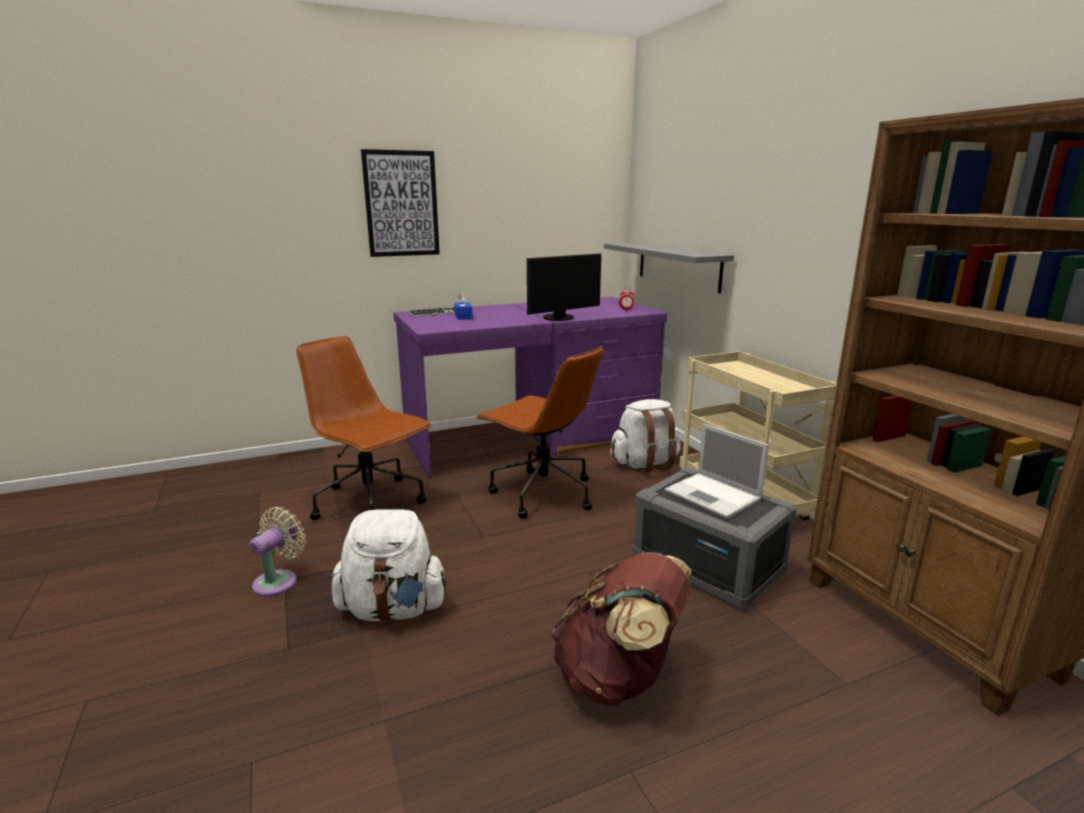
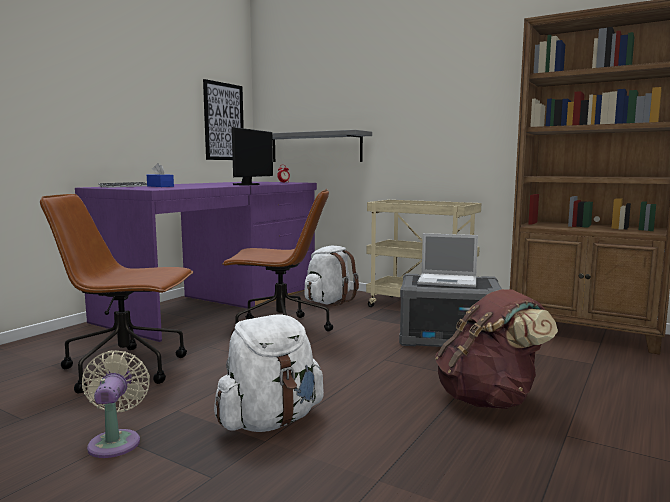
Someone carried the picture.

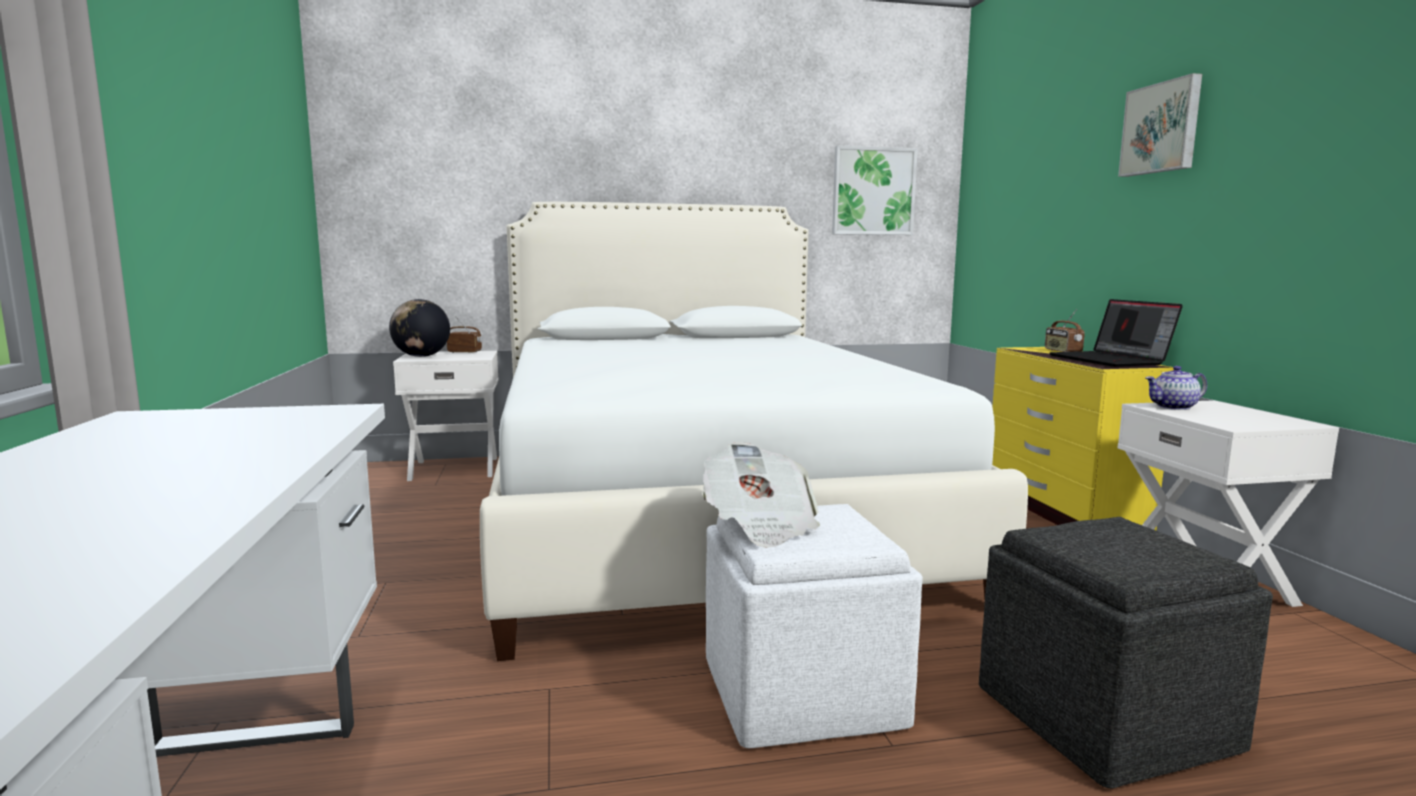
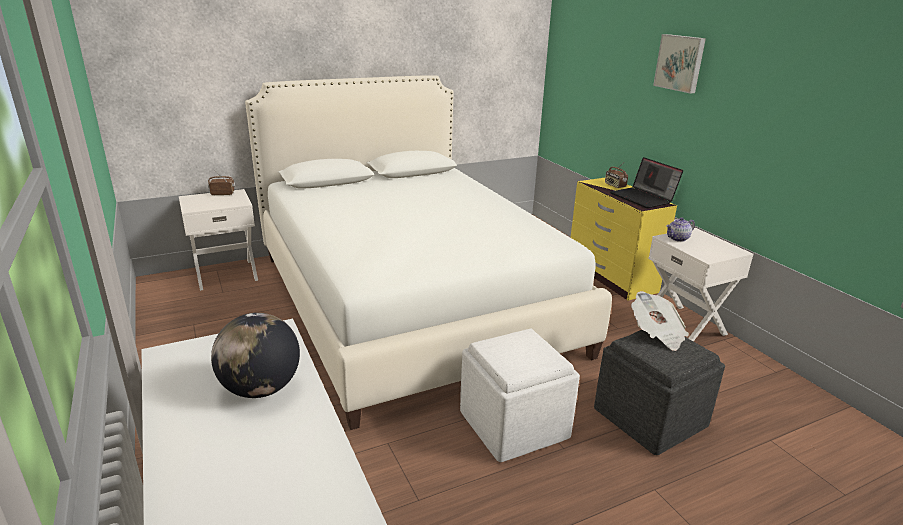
Someone carried the globe. Someone carried the newspaper. Someone took away the picture (no. 1 from left).

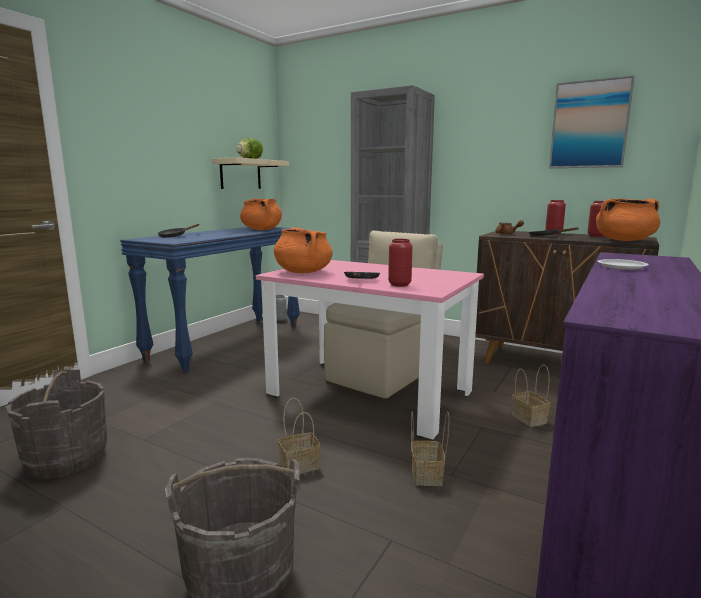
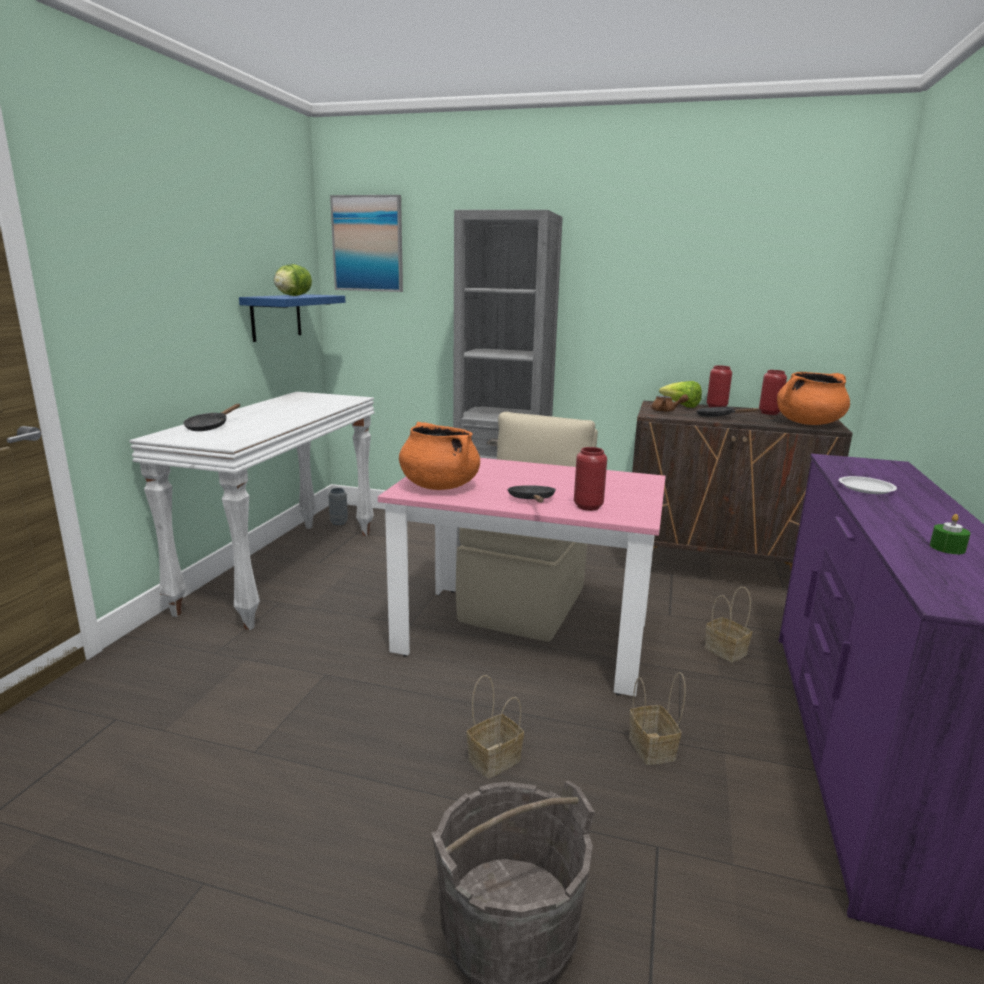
Someone took away the grey_bucket (no. 1 from left). Someone repainted the blue_console_table, which became the white_console_table. Someone repainted the beige_shelf, which became the blue_shelf. Someone took away the orange_cooking_pot (no. 1 from left). Someone carried the picture. Someone put down the lettuce (no. 2 from left). Someone put down the green_candle.

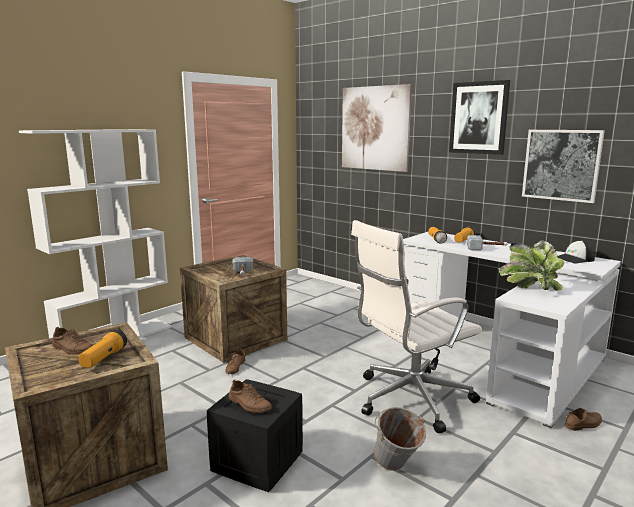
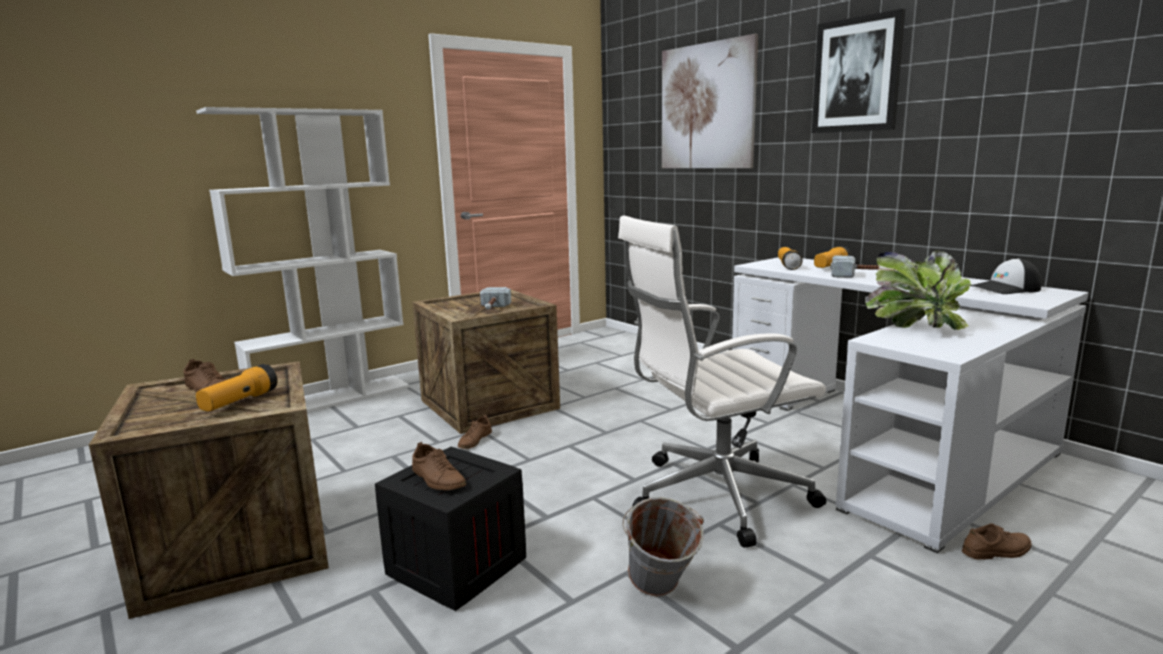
Someone took away the picture (no. 3 from left).

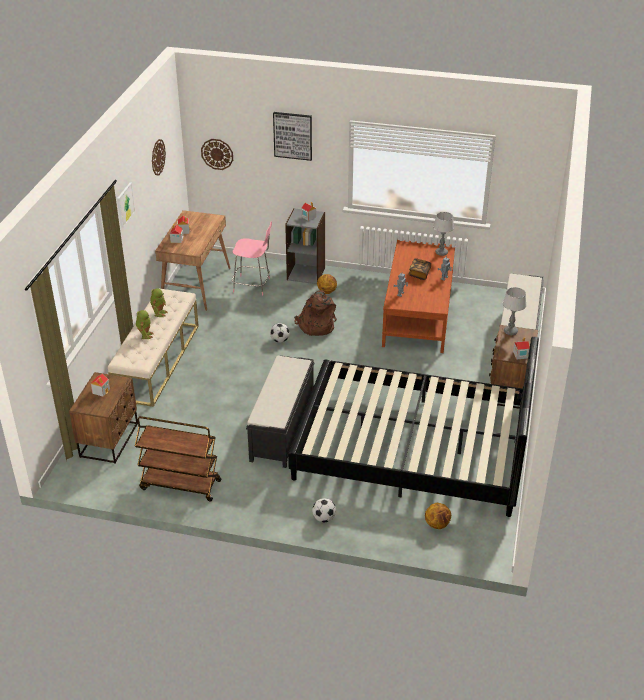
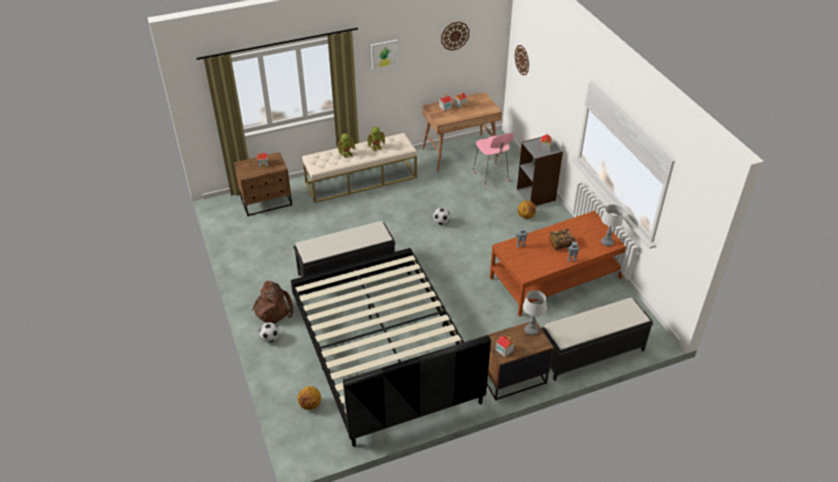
Someone took away the brown_cart. Someone took away the picture (no. 2 from left). Someone carried the brown_backpack.

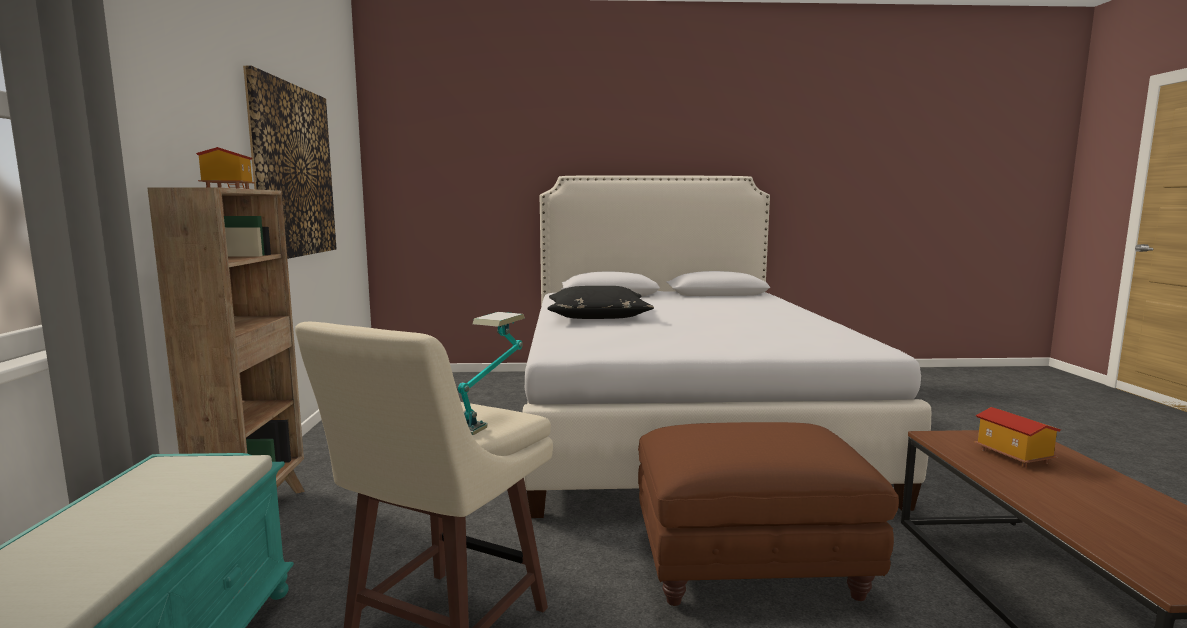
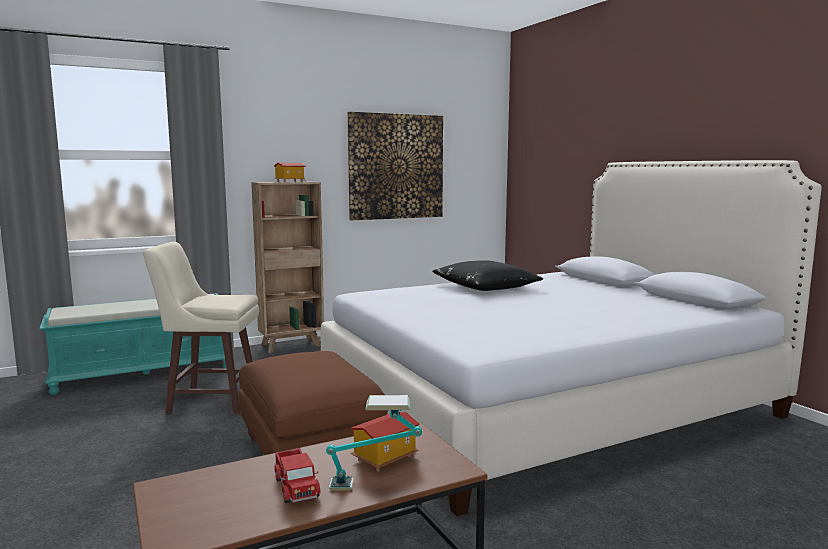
Someone carried the table_lamp. Someone put down the toy_truck.

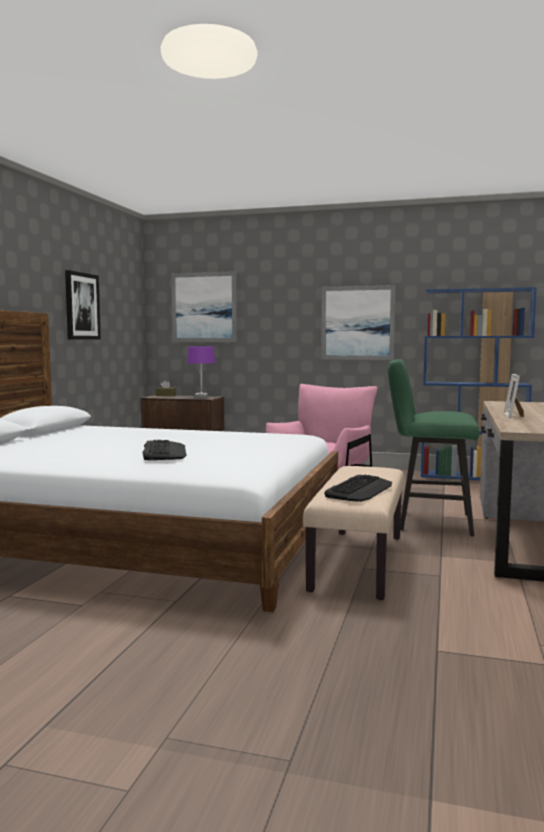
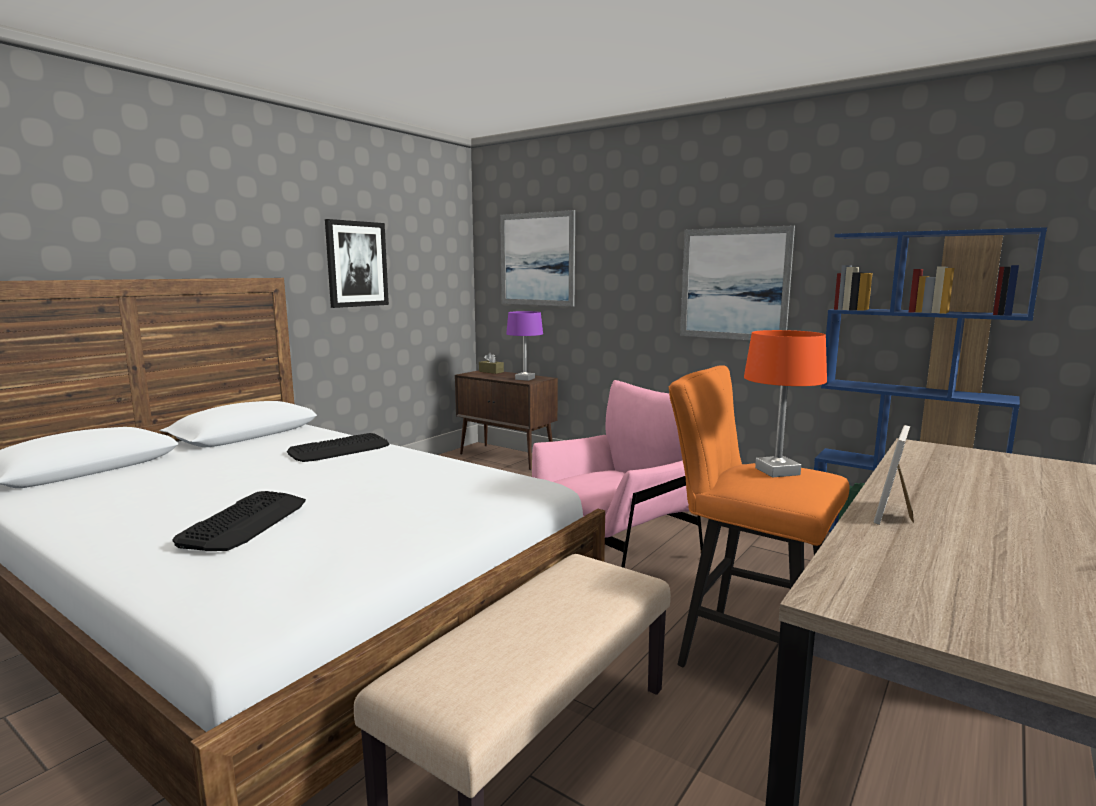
Someone carried the keyboard (no. 2 from left). Someone repainted the green_stool, which became the orange_stool. Someone put down the orange_table_lamp.

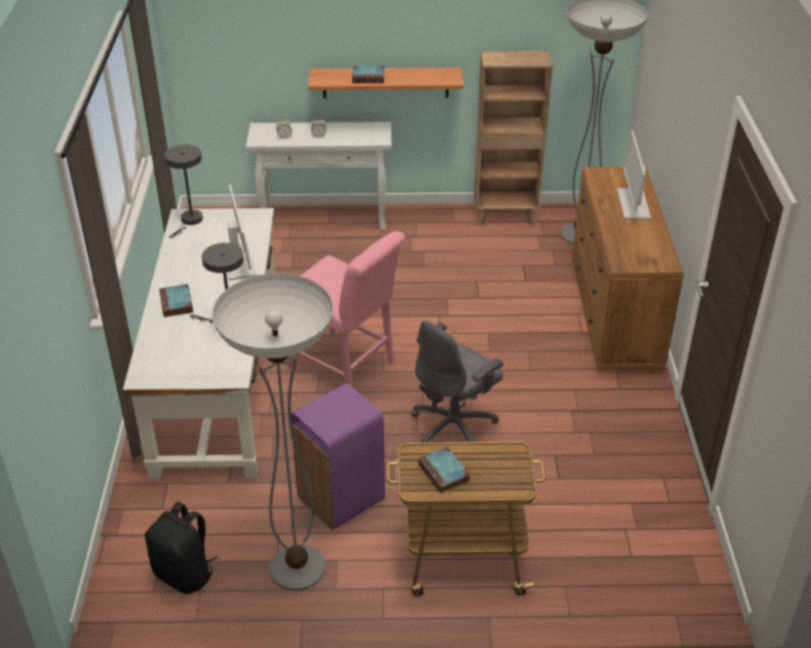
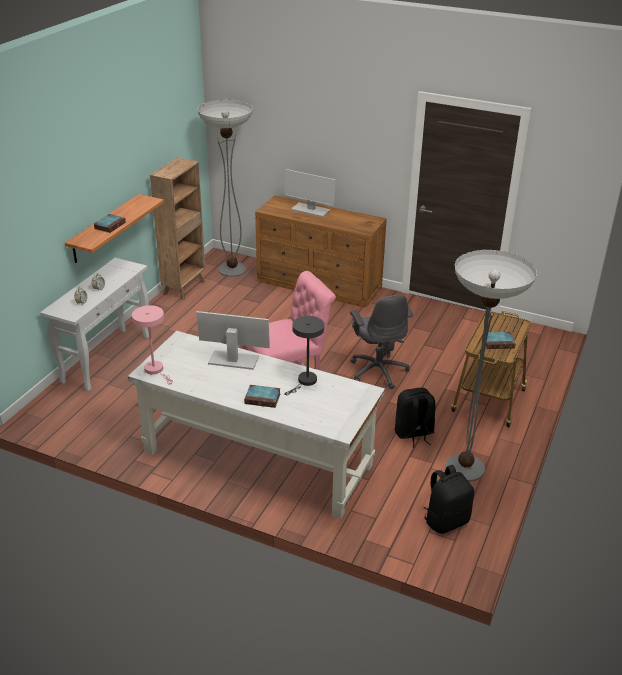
Someone repainted the grey_table_lamp (no. 1 from left), which became the pink_table_lamp. Someone swapped the purple_trash_can for the black_backpack (no. 1 from left).

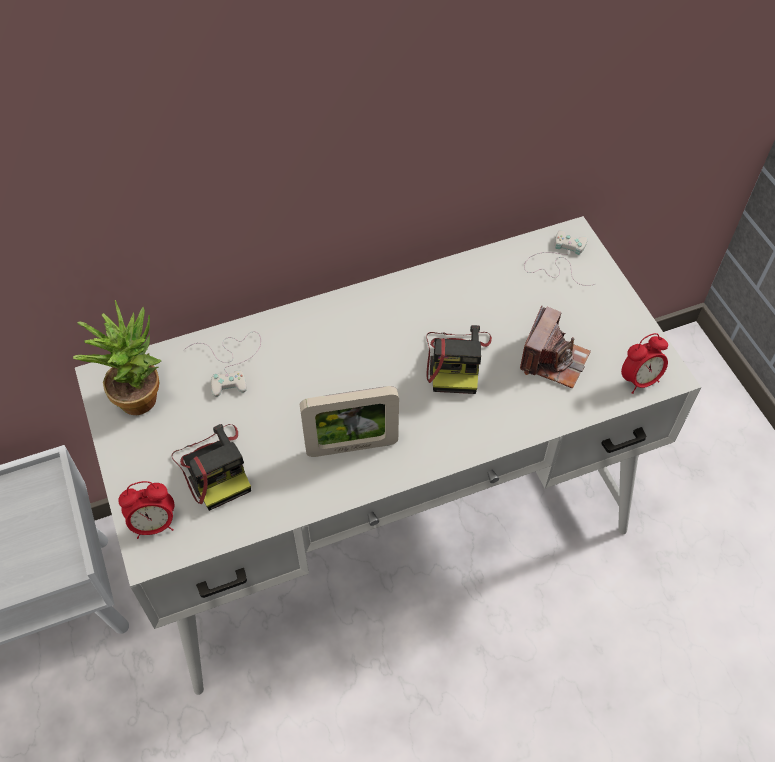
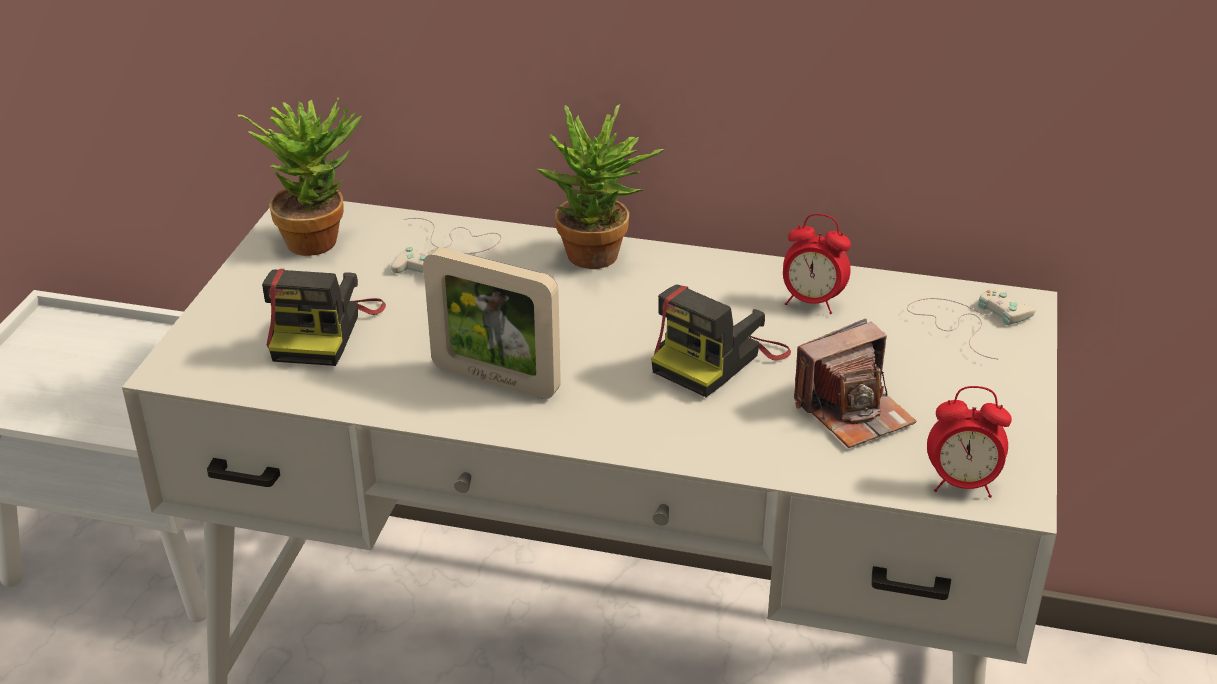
Someone carried the alarm_clock (no. 1 from left). Someone put down the potted_plant (no. 2 from left).

